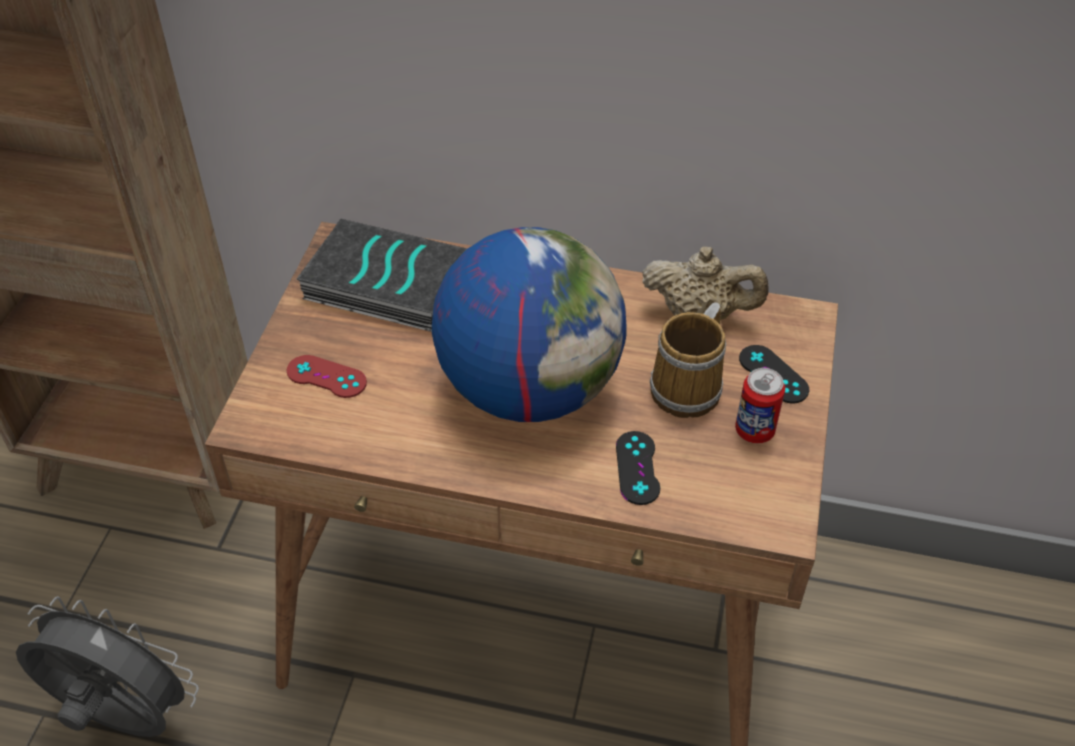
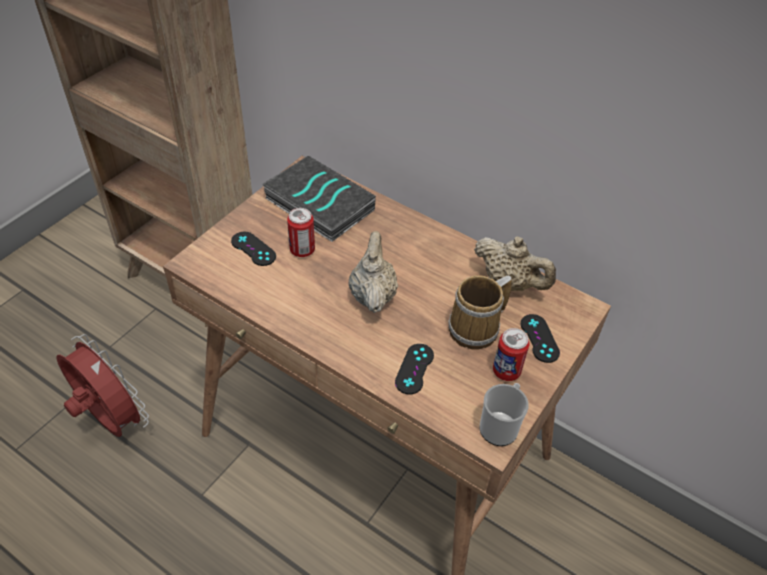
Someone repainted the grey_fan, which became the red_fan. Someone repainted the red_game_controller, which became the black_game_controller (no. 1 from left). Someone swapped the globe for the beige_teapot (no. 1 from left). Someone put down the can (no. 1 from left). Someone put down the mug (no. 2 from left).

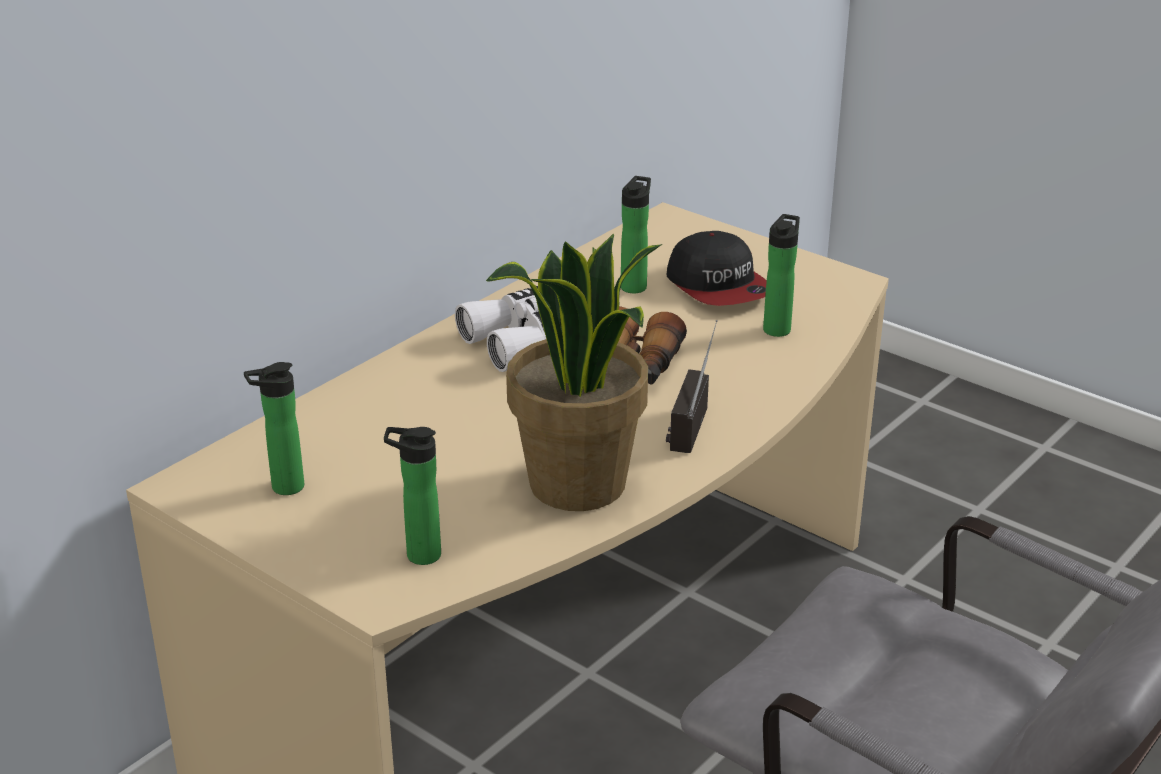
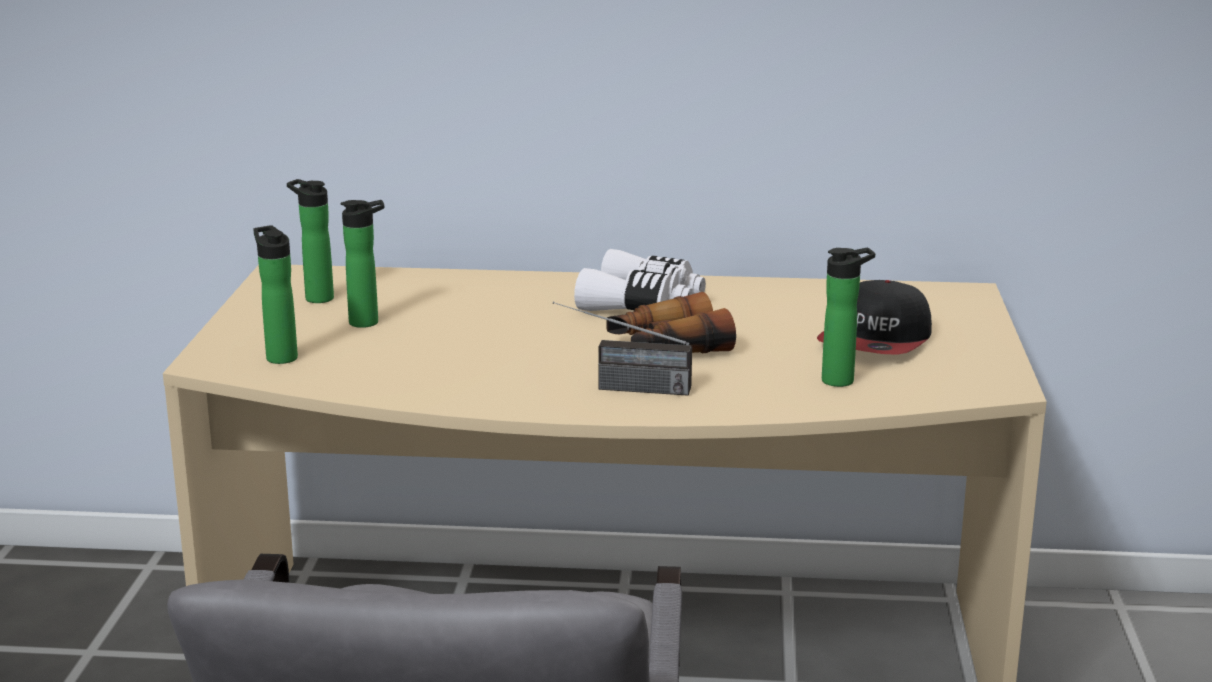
Someone took away the potted_plant. Someone carried the bottle (no. 3 from left). Someone rotated the radio by 150 degrees counterclockwise.

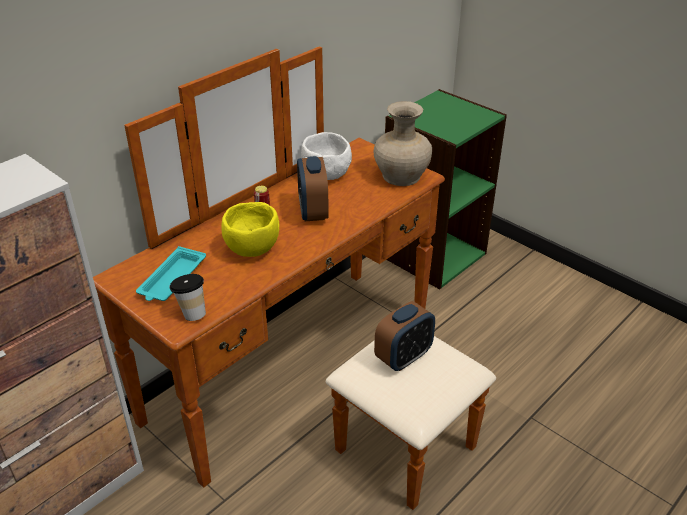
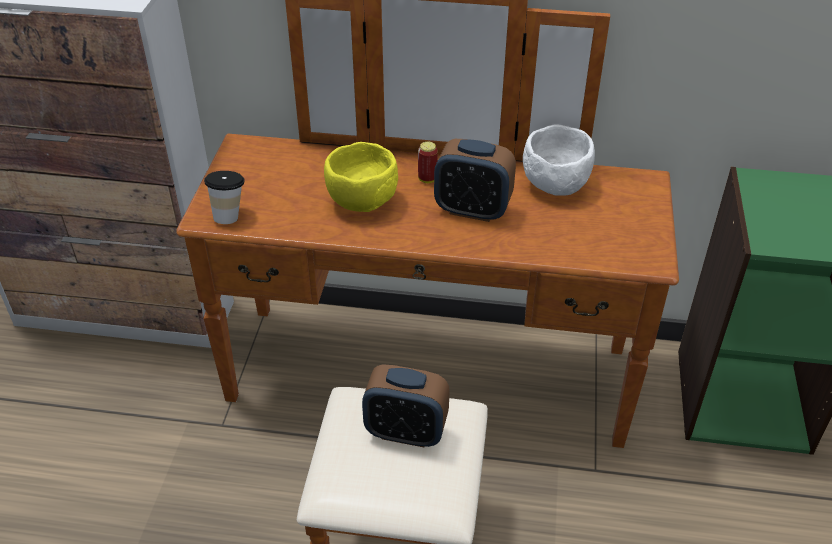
Someone took away the turquoise_tray. Someone rotated the alarm_clock (no. 1 from left in the first image) by 120 degrees counterclockwise. Someone took away the beige_vase.

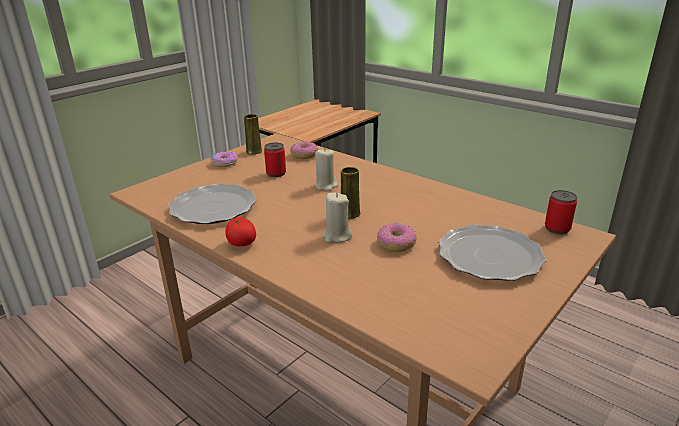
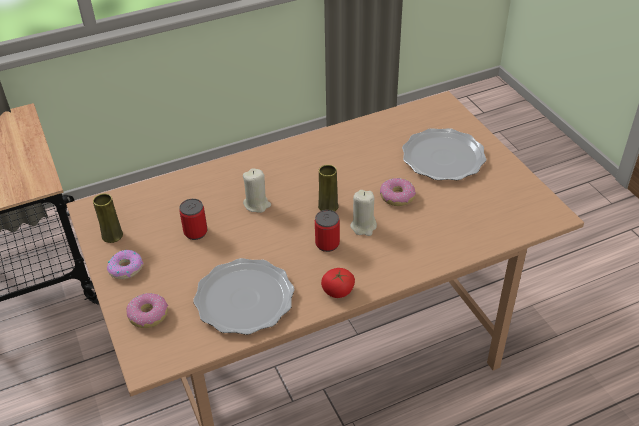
Someone carried the donut (no. 2 from left). Someone carried the can (no. 2 from left).

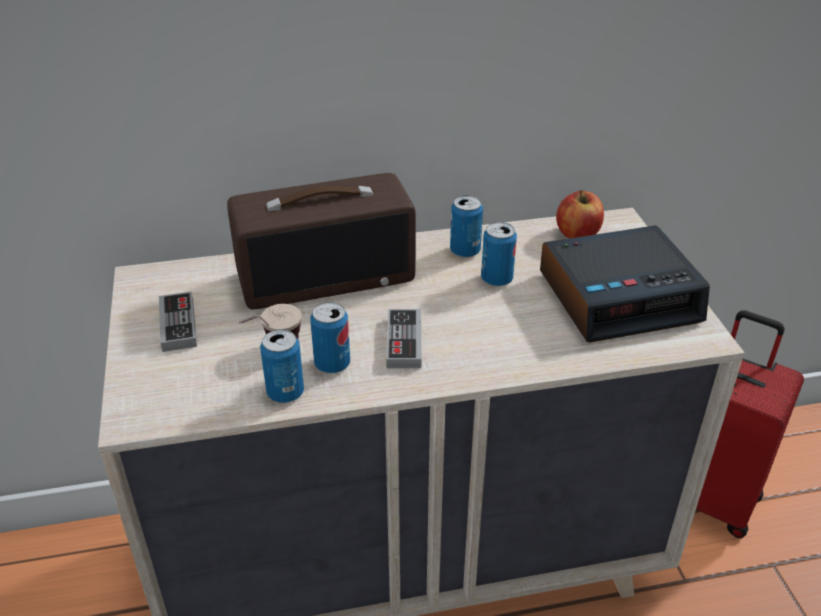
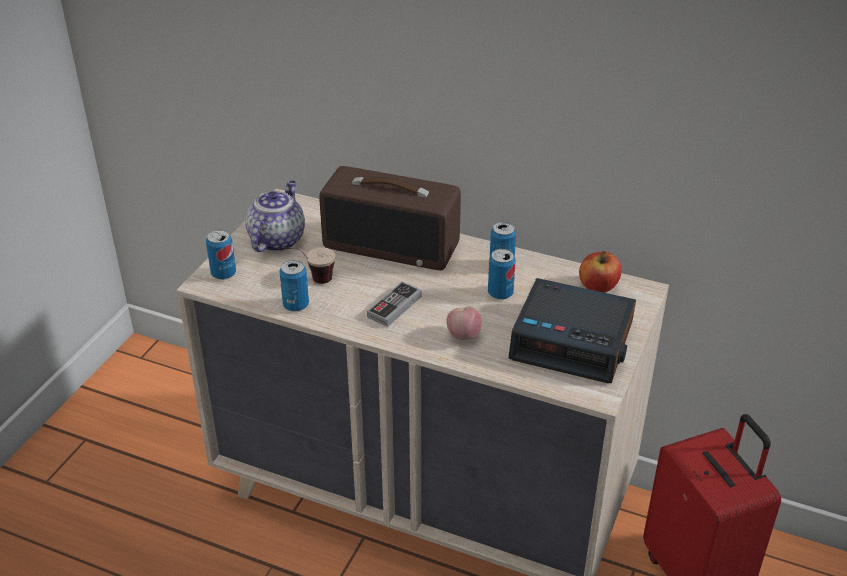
Someone swapped the game_controller (no. 1 from left) for the teapot. Someone carried the can (no. 2 from left in the first image). Someone put down the apple (no. 1 from left).

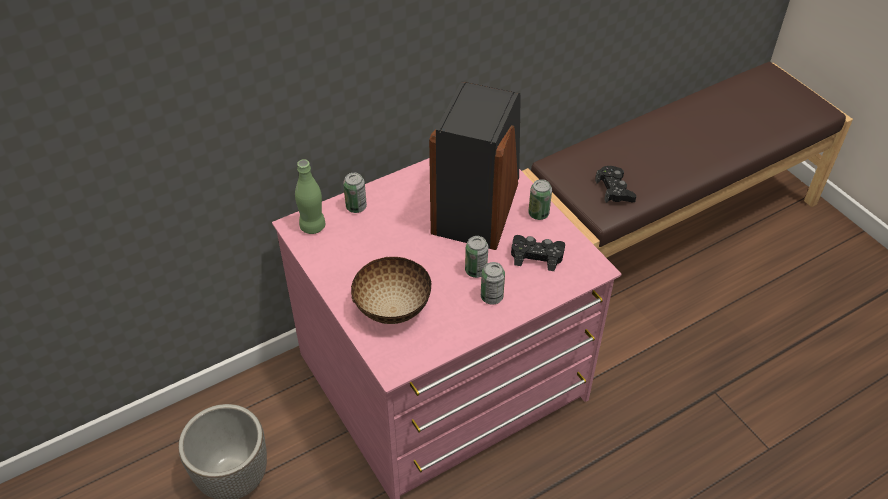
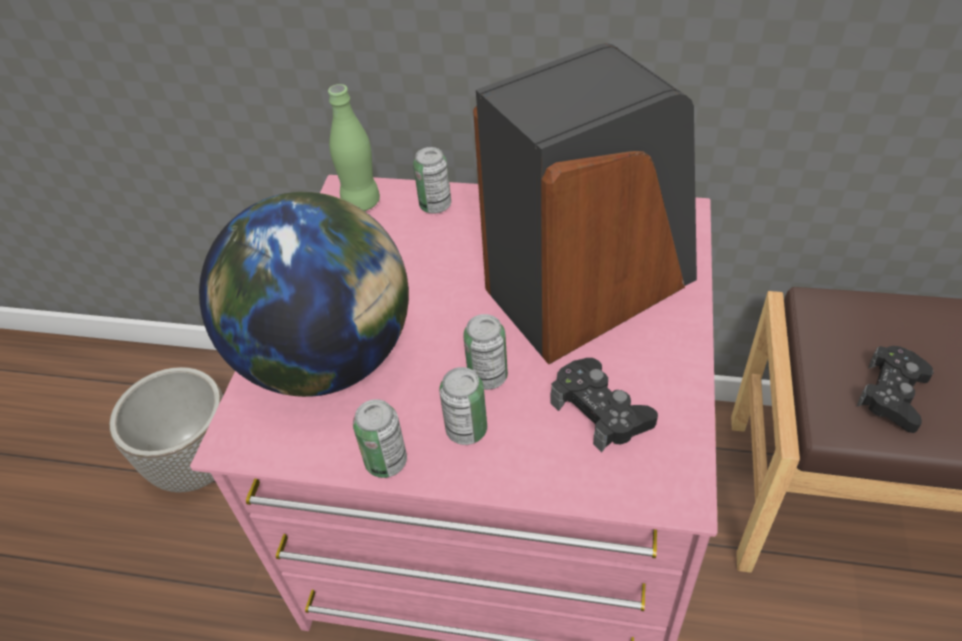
Someone swapped the bowl for the globe. Someone carried the can (no. 4 from left in the first image).

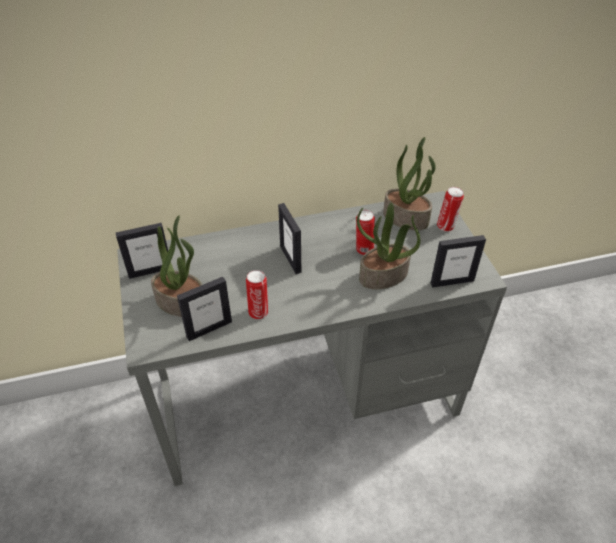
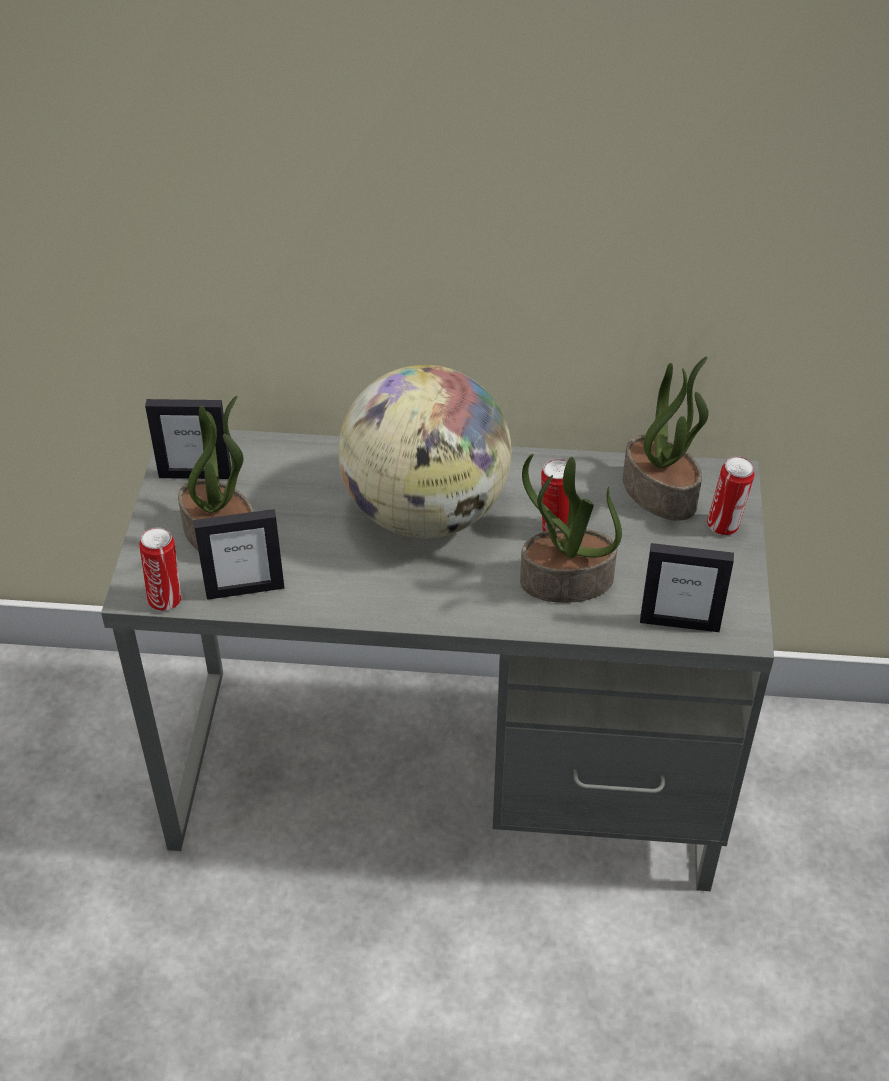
Someone carried the can (no. 1 from left). Someone swapped the picture_frame (no. 3 from left) for the globe.

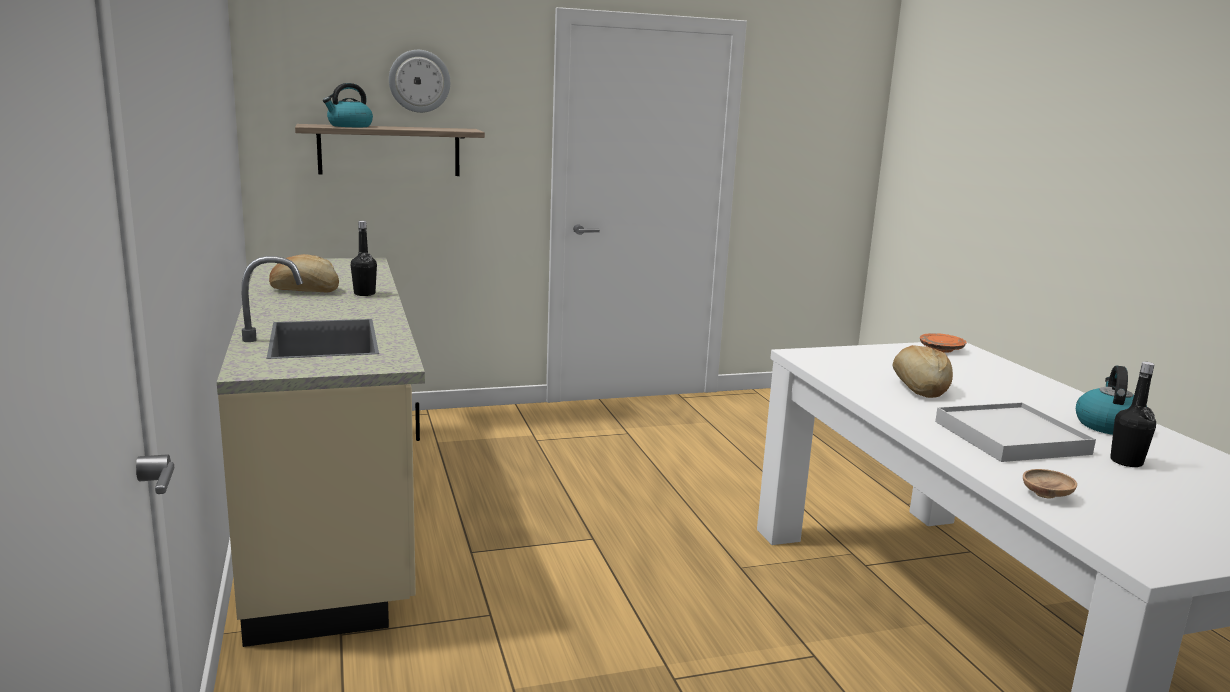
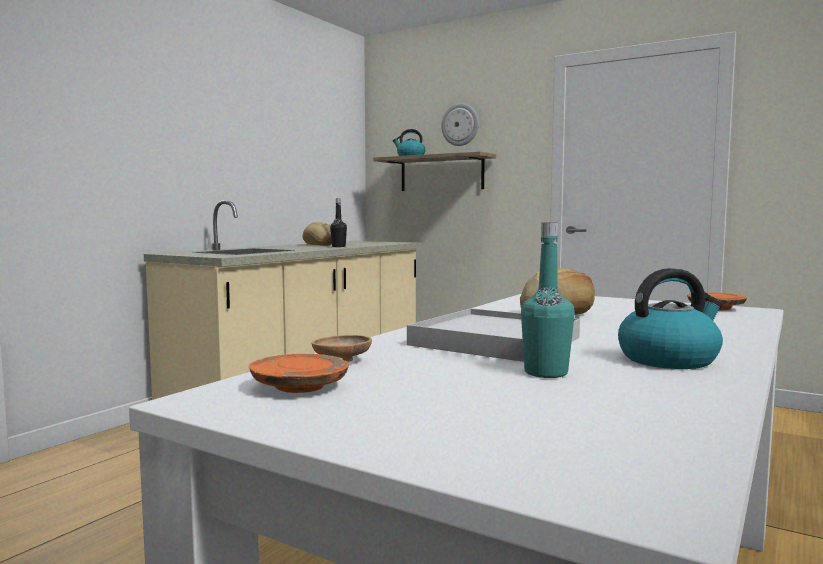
Someone repainted the black_bottle (no. 2 from left), which became the turquoise_bottle. Someone put down the orange_plate (no. 1 from left).

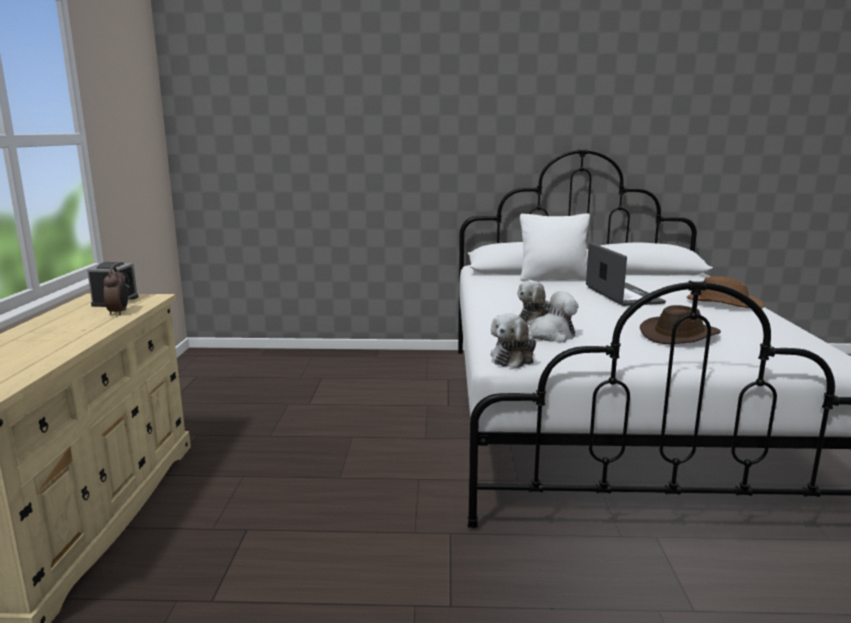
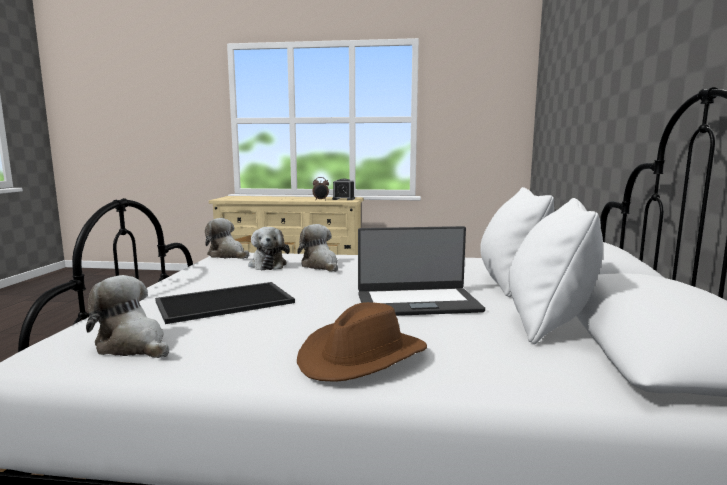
Someone swapped the brown_hat (no. 1 from left) for the tray. Someone put down the plush_toy (no. 1 from left). Someone put down the white_pillow (no. 2 from left).

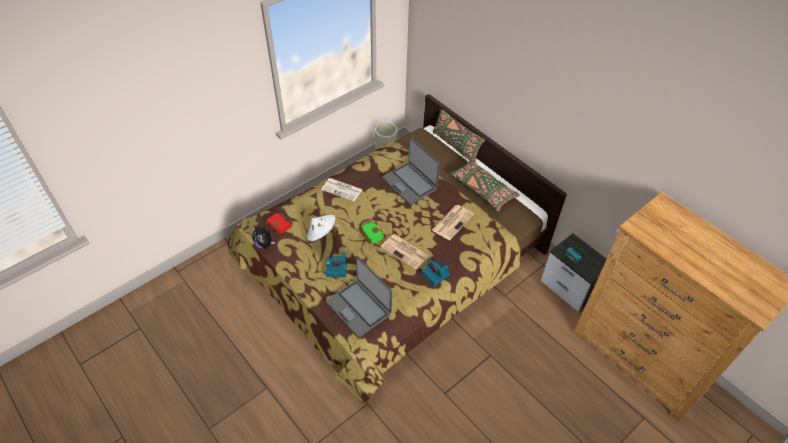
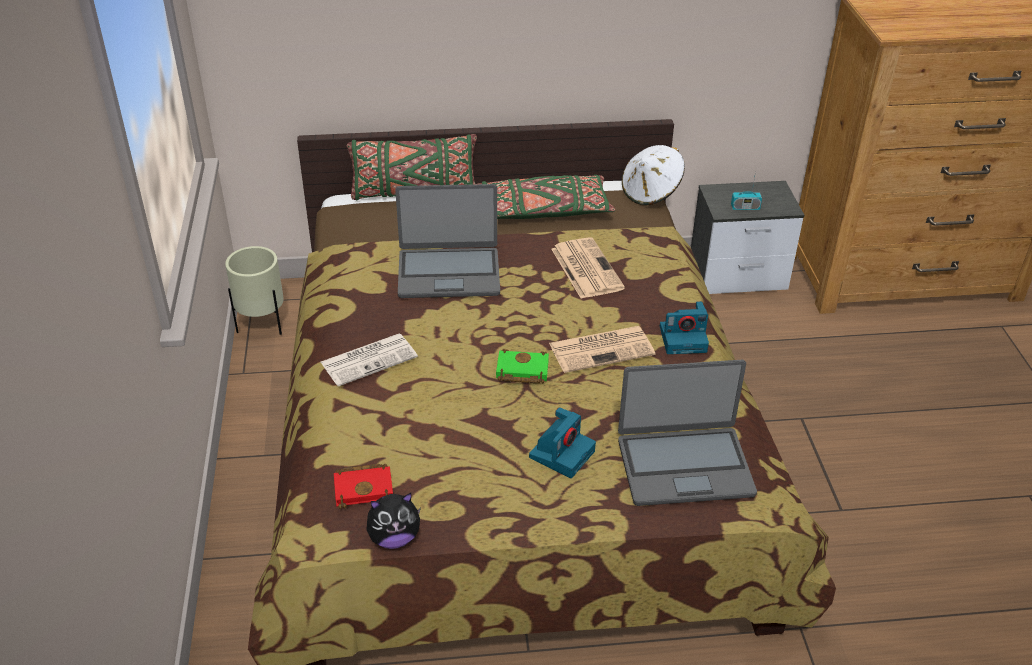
Someone carried the white_hat.

